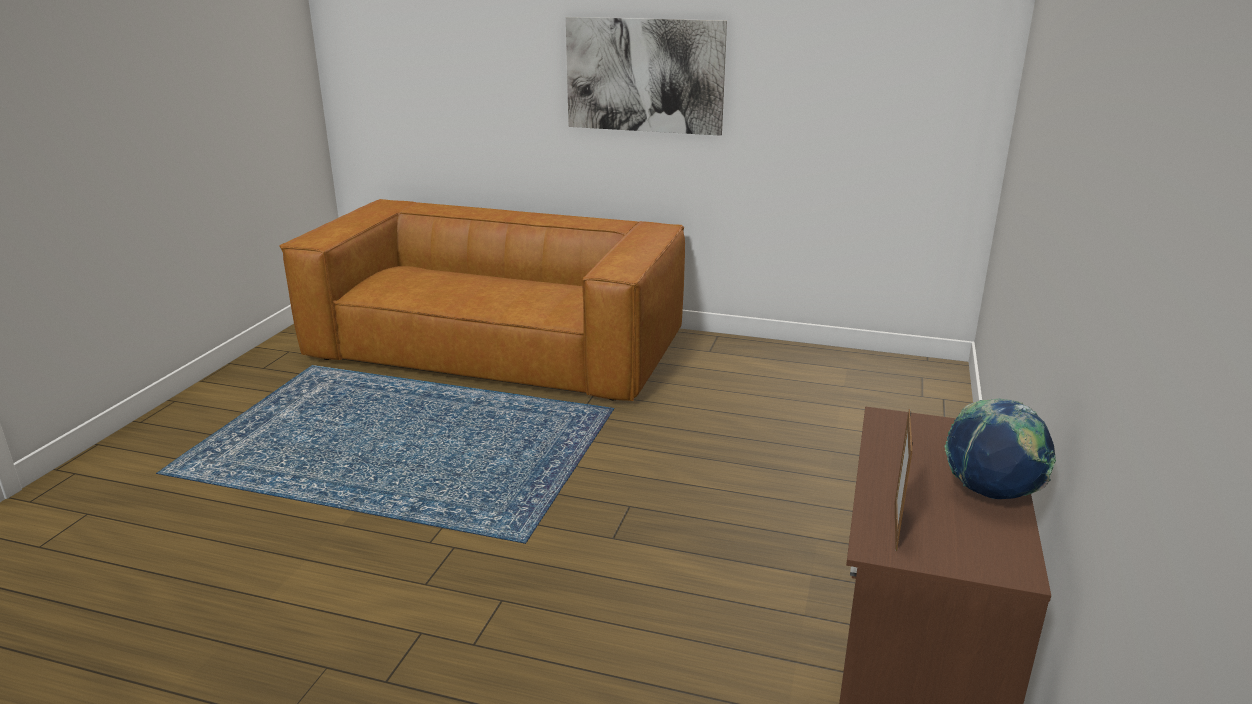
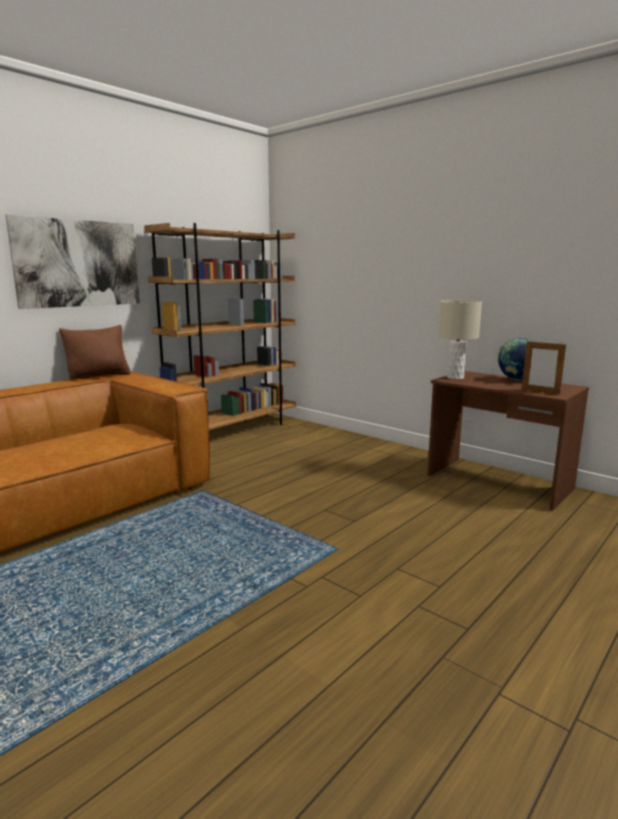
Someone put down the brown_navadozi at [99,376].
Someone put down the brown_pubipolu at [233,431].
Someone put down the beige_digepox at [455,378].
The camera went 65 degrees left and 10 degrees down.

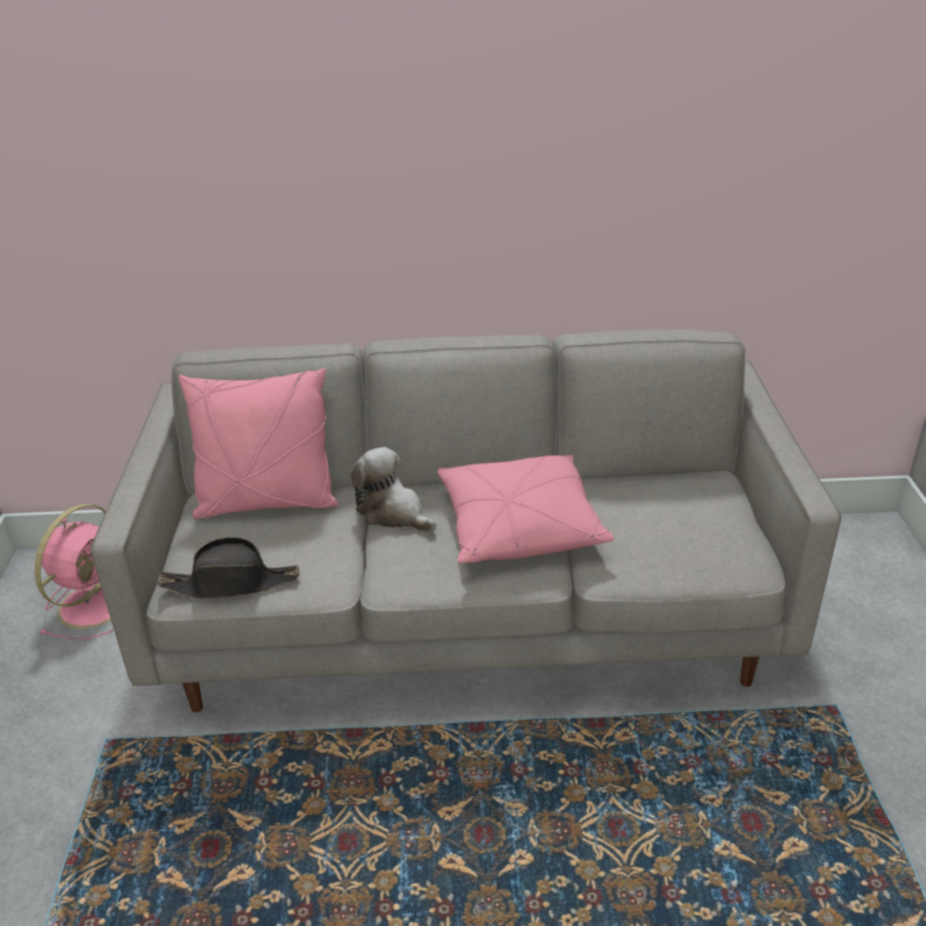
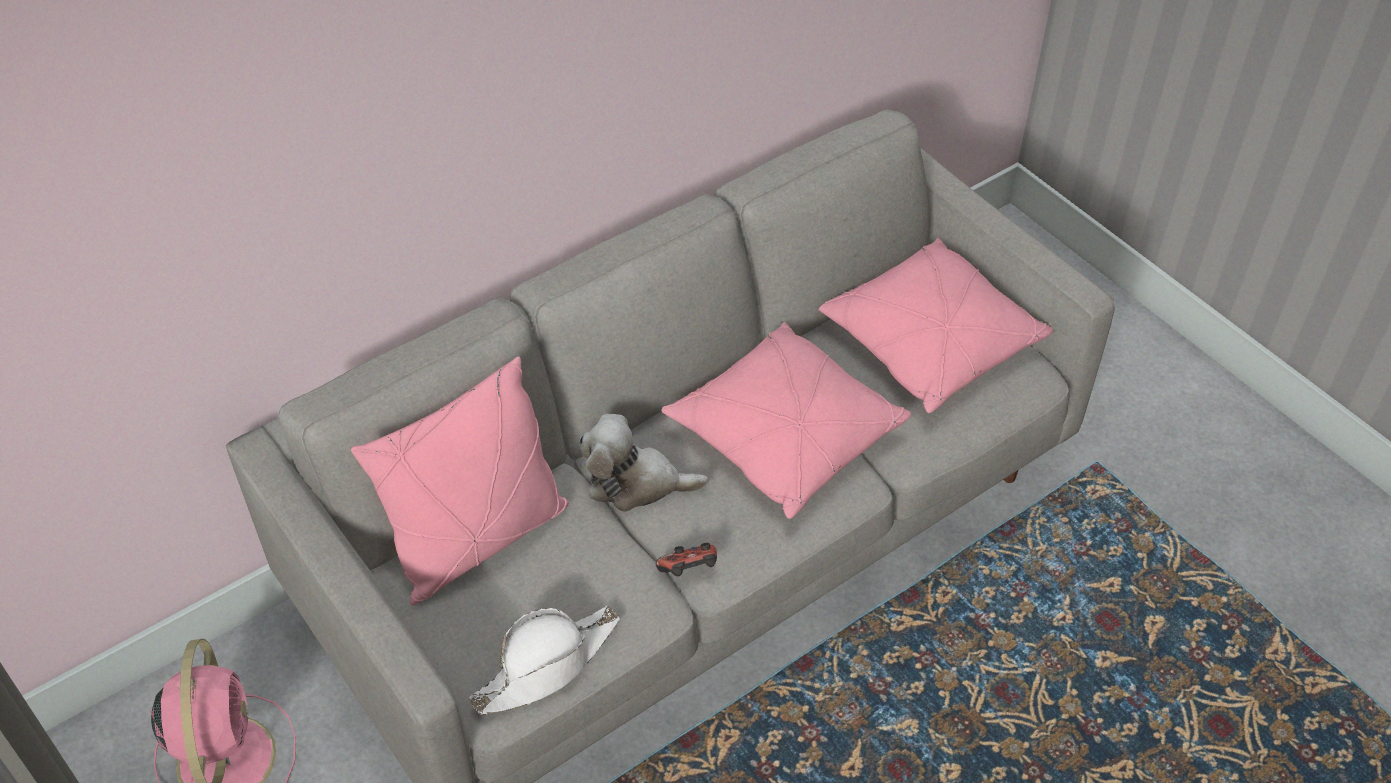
Someone repainted the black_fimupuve at [231,583], which became the white_fimupuve at [547,665].
Someone put down the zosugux at [689,571].
Someone put down the pink_navadozi at [929,343].
The camera went 35 degrees left and 15 degrees up.

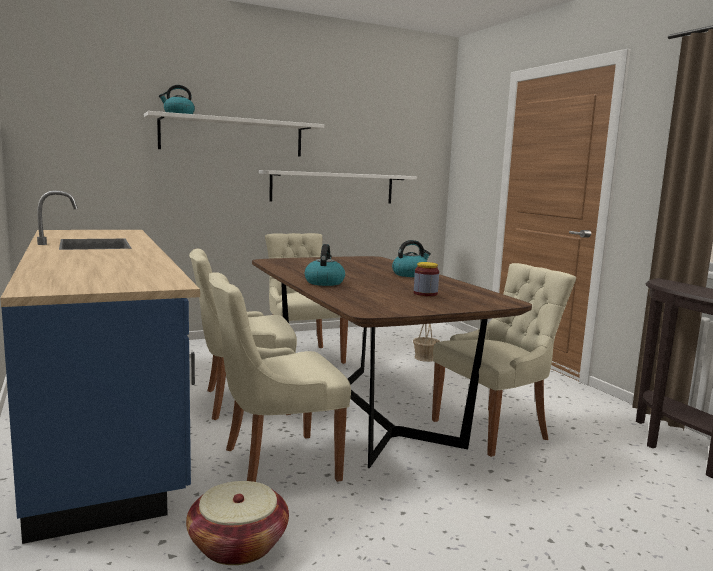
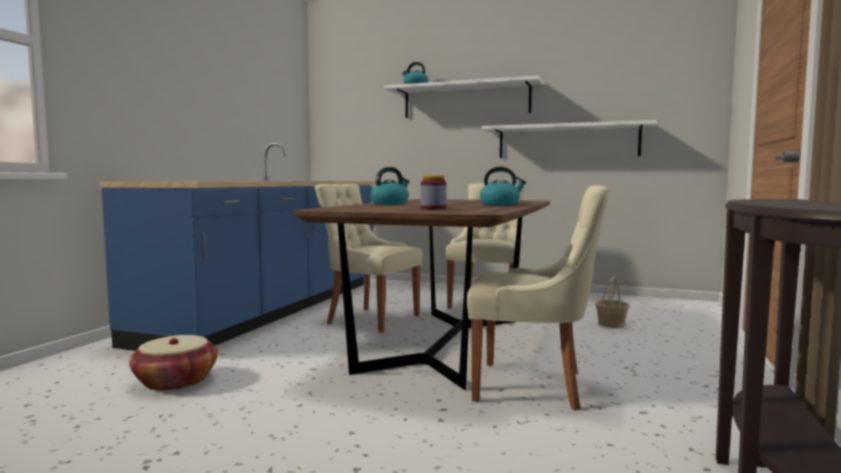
Someone took away the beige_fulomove at [276,464].
The camera went 45 degrees right and 5 degrees down.

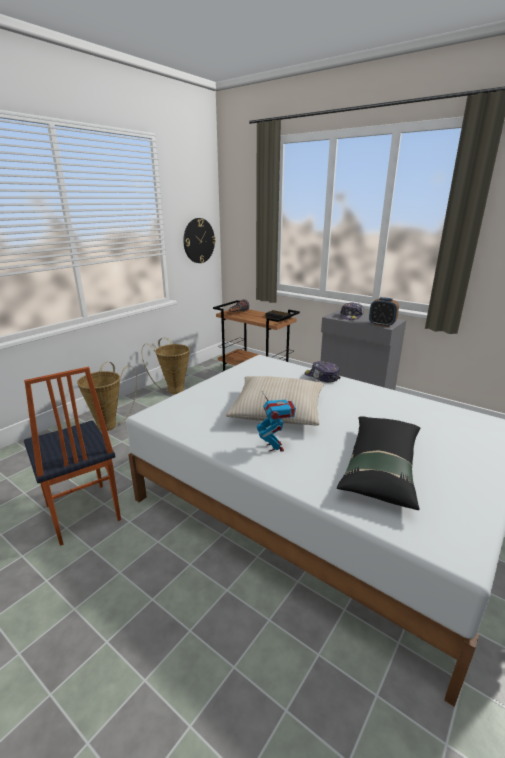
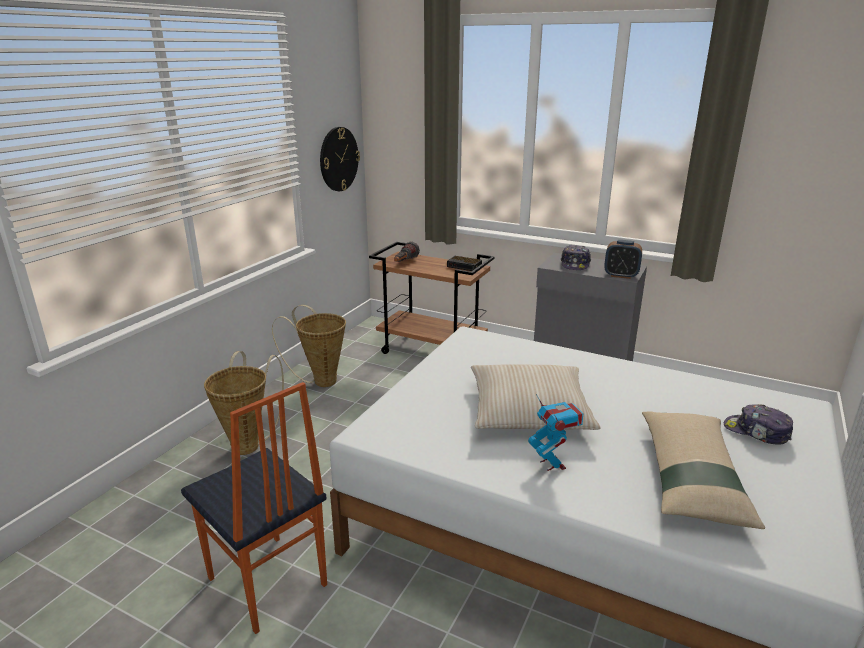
Someone repainted the black_navadozi at [381,467], which became the beige_navadozi at [691,477].
Someone carried the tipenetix from [321,377] to [756,432].
The camera went 10 degrees left and 0 degrees up.

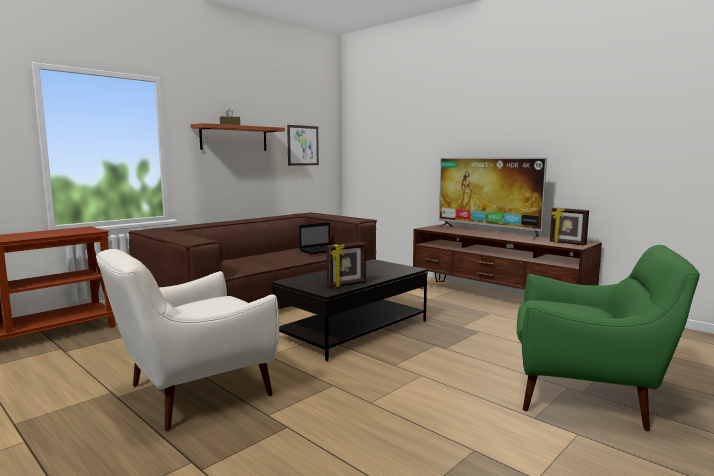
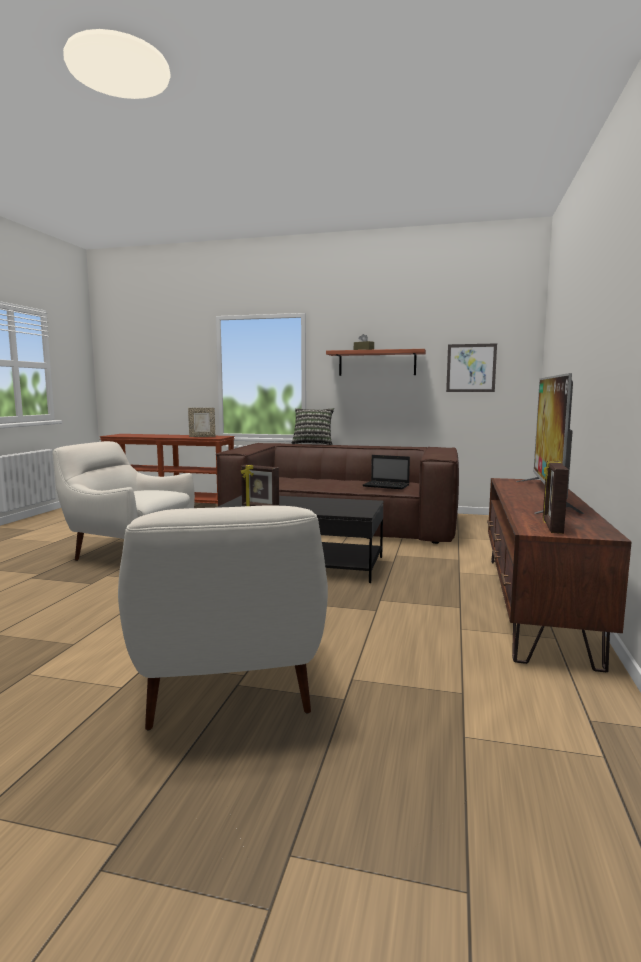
Someone repainted the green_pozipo at [587,395], which became the white_pozipo at [229,687].
Someone put down the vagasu at [202,436].
Someone put down the navadozi at [313,443].
The camera went 60 degrees right and 0 degrees up.

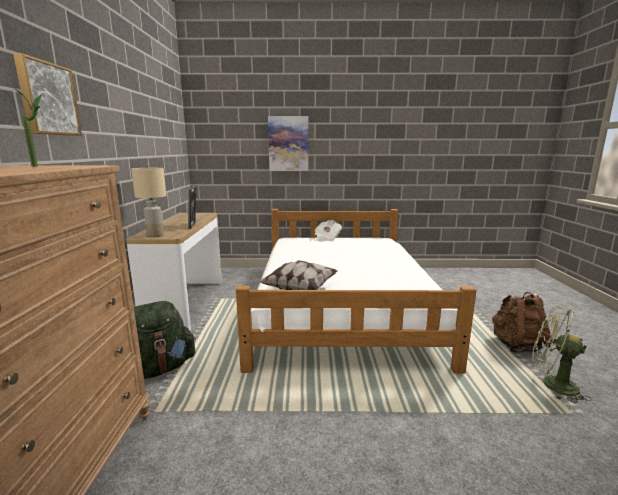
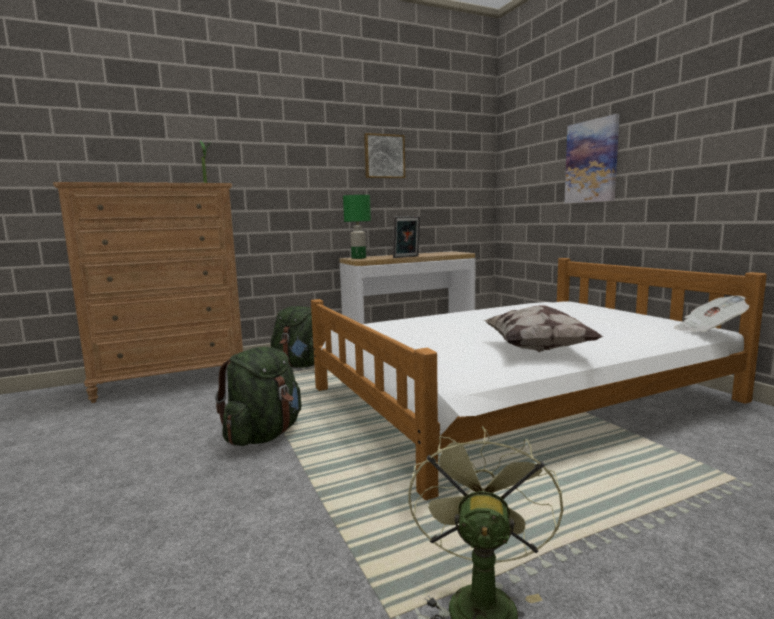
Someone put down the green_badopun at [264,435].
Someone repainted the beige_digepox at [154,235], which became the green_digepox at [358,258].
Someone carried the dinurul from [47,99] to [384,156].
Someone carried the navadozi from [299,289] to [538,349].
Someone carried the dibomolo from [326,238] to [708,330].
Someone took away the brown_badopun at [516,345].
The camera went 65 degrees right and 5 degrees down.

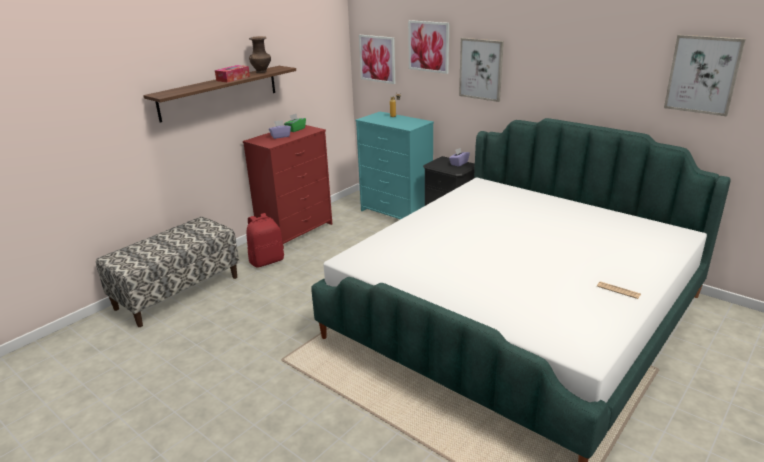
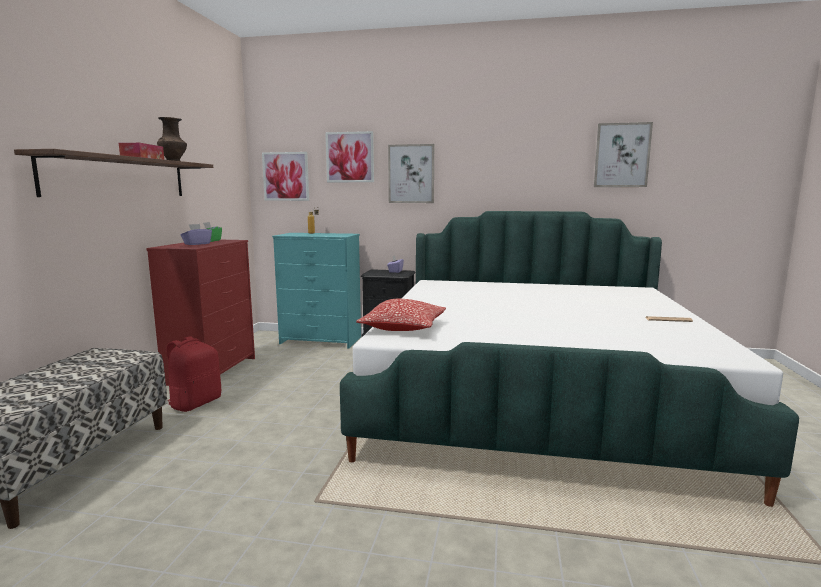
Someone put down the navadozi at [403,328].
The camera went 30 degrees left and 15 degrees down.

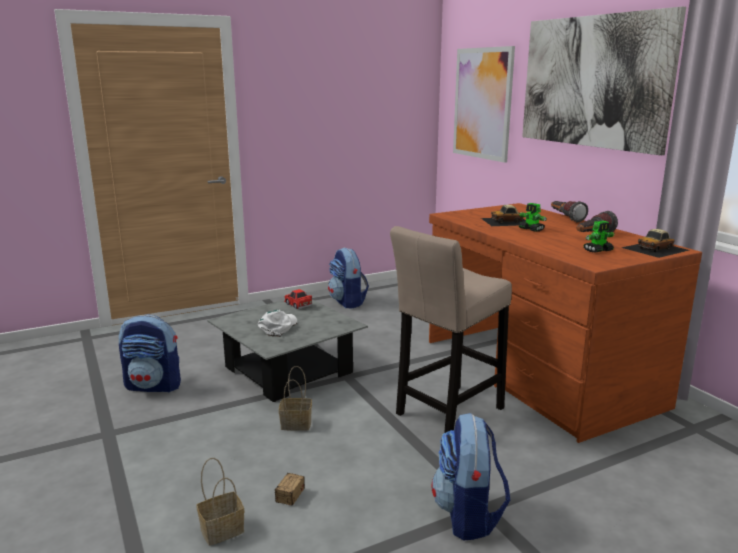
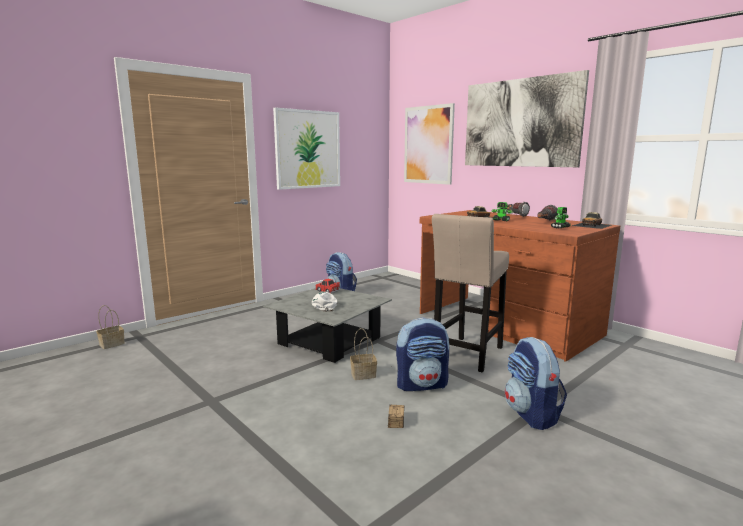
Someone carried the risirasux from [221,531] to [111,344].
Someone put up the dinurul at [308,149].
Someone carried the badopun from [154,386] to [422,384].
The camera went 15 degrees left and 5 degrees down.

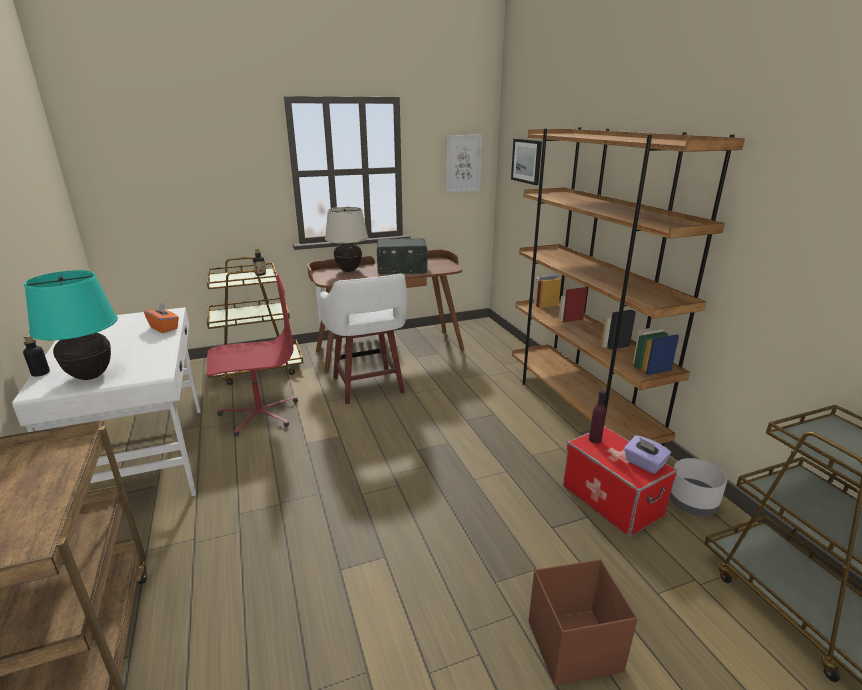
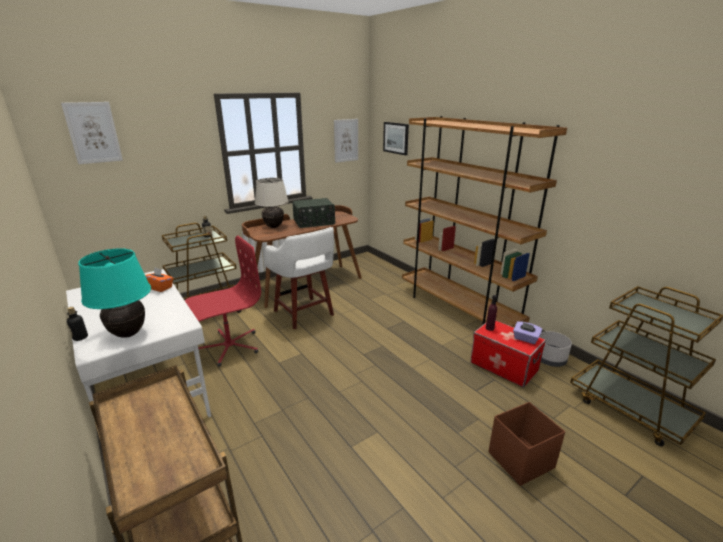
Someone put up the dinurul at [93,133].
The camera went 15 degrees left and 0 degrees up.

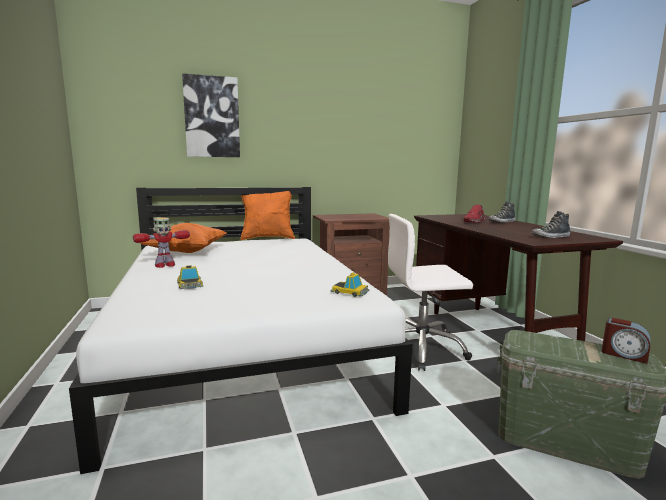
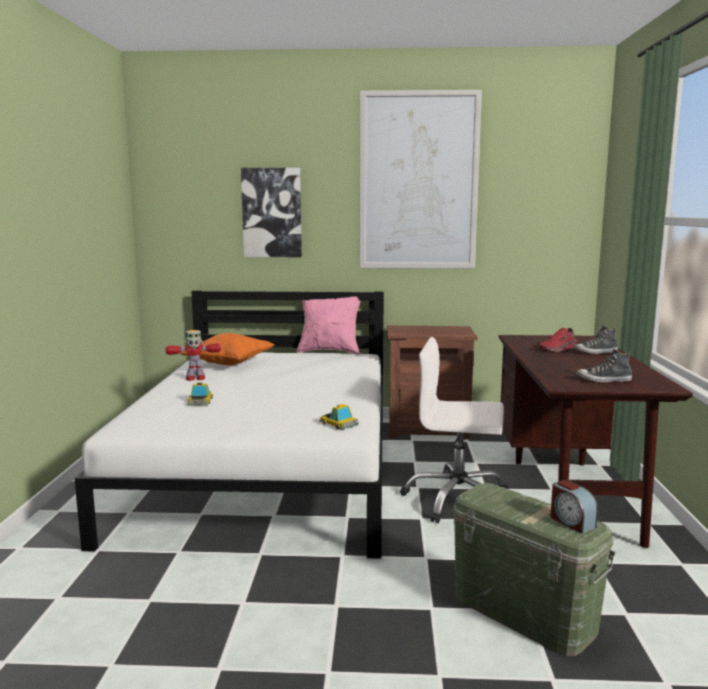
Someone repainted the orange_navadozi at [267,238], which became the pink_navadozi at [329,351].
Someone put up the dinurul at [418,182].
The camera went 20 degrees right and 0 degrees up.

